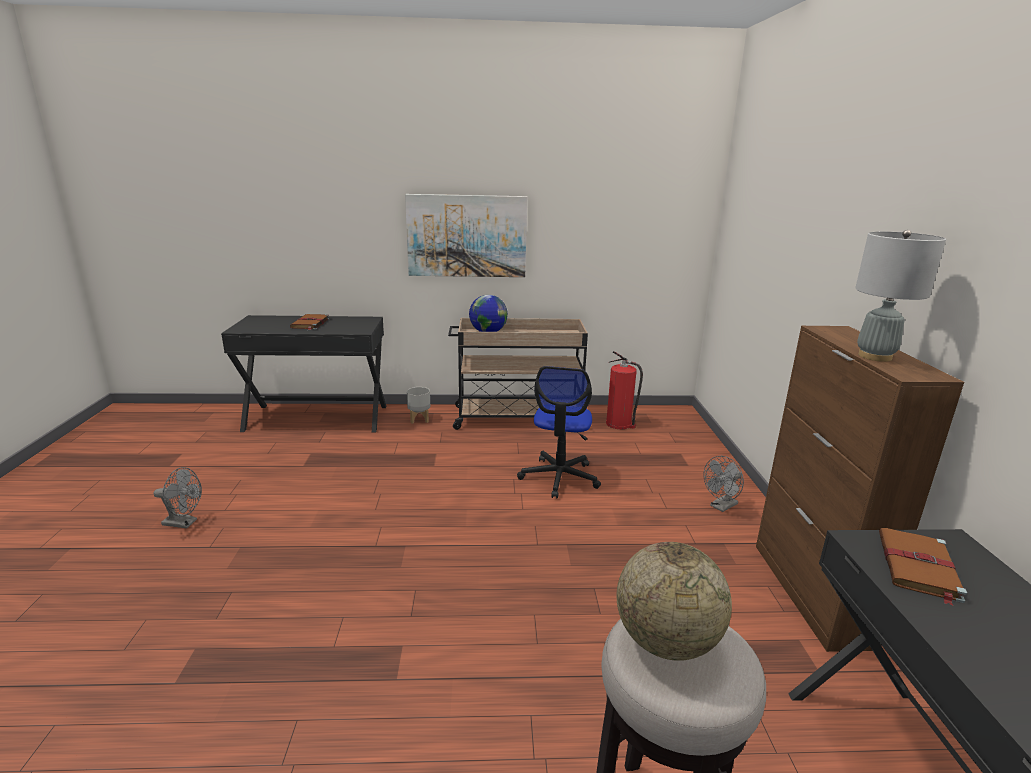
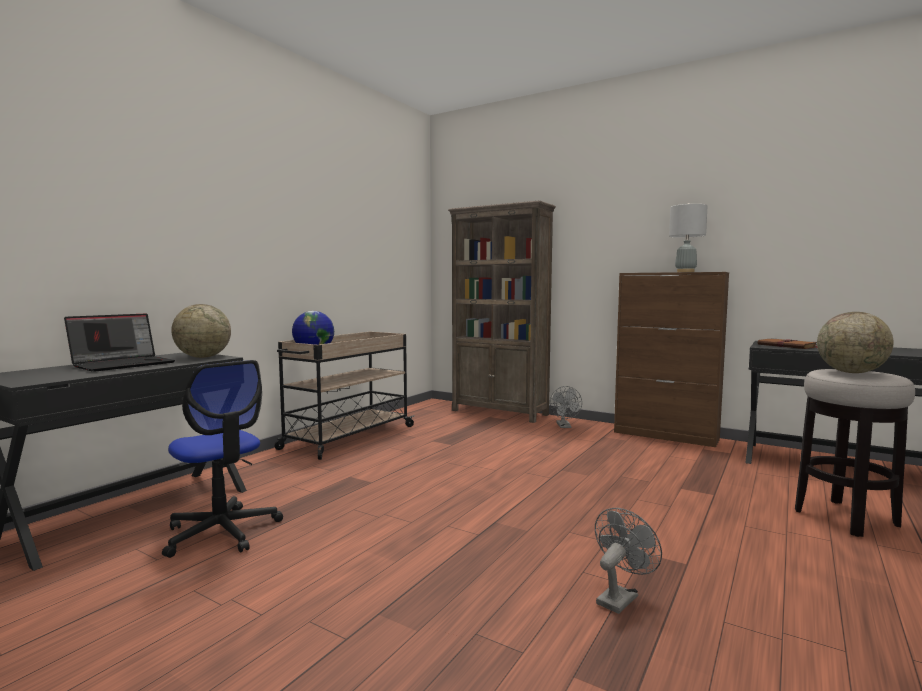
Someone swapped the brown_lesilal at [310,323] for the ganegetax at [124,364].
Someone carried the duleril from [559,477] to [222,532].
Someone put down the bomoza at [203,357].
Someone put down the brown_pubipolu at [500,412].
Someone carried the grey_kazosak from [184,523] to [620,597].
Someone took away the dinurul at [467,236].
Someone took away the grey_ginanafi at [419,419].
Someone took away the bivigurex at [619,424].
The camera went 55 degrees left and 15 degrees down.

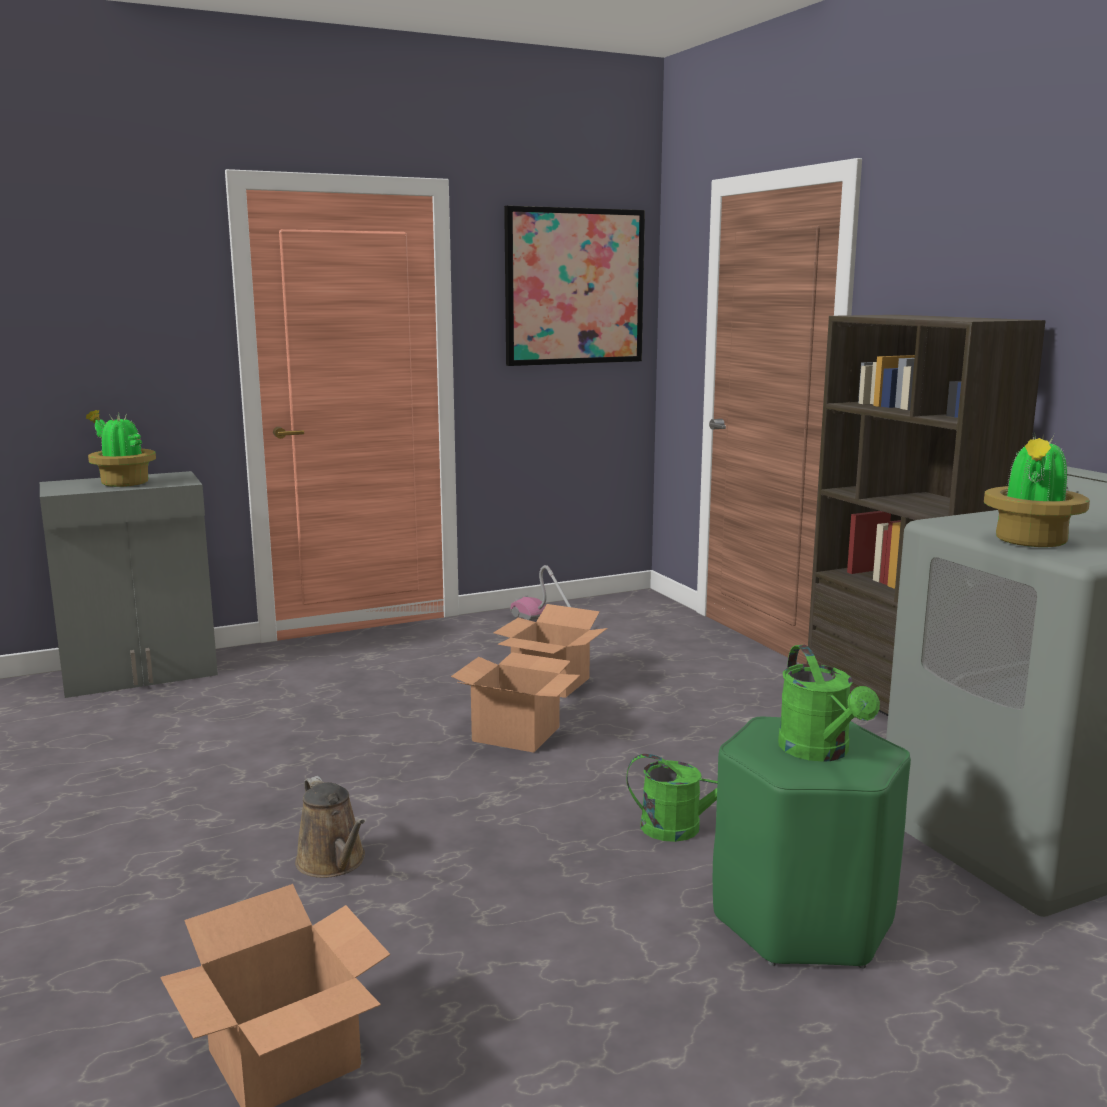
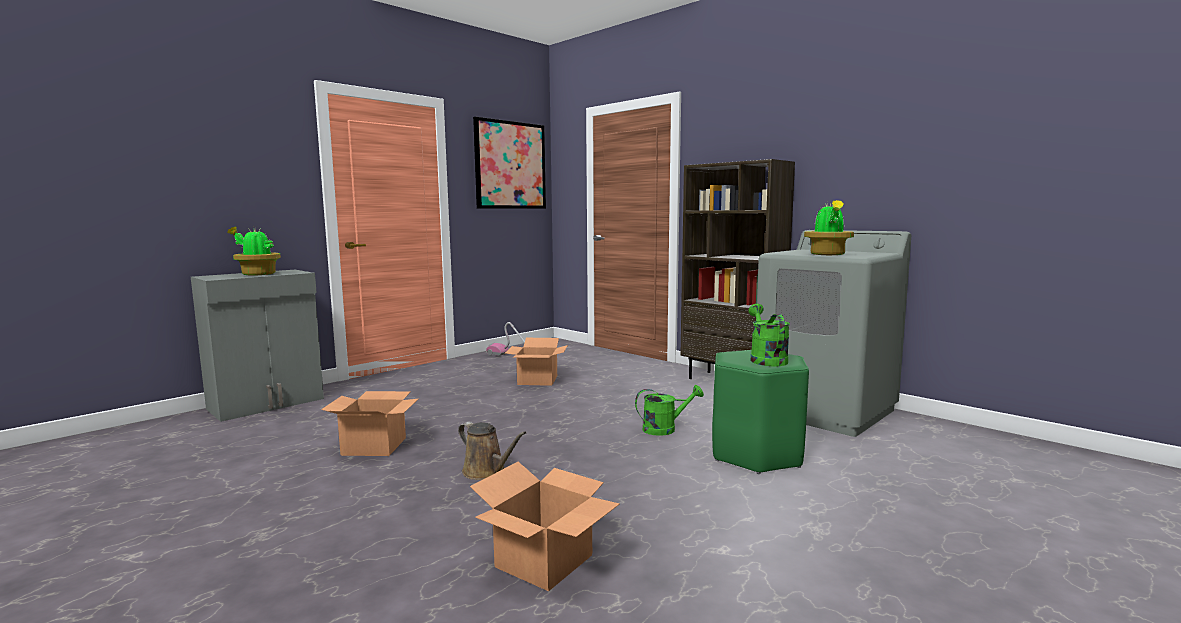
Someone carried the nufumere from [514,734] to [373,446].
Someone rotated the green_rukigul at [820,752] by 150 degrees counterclockwise.
The camera went 20 degrees left and 5 degrees down.

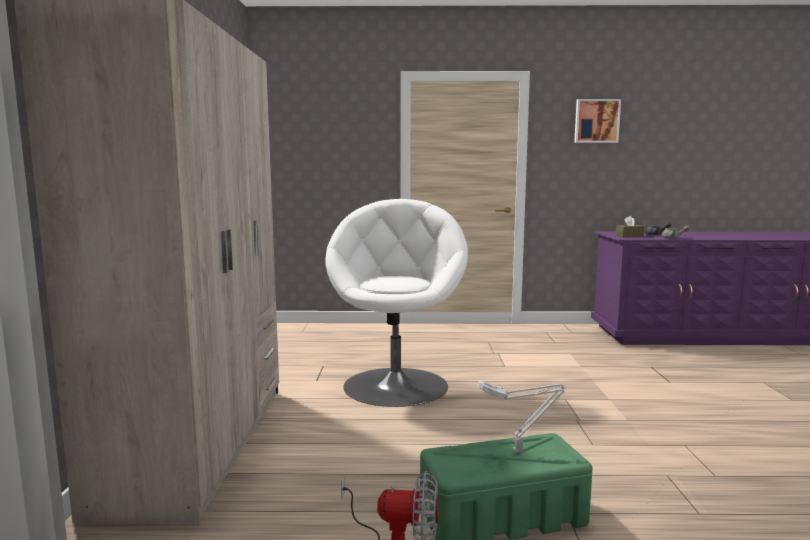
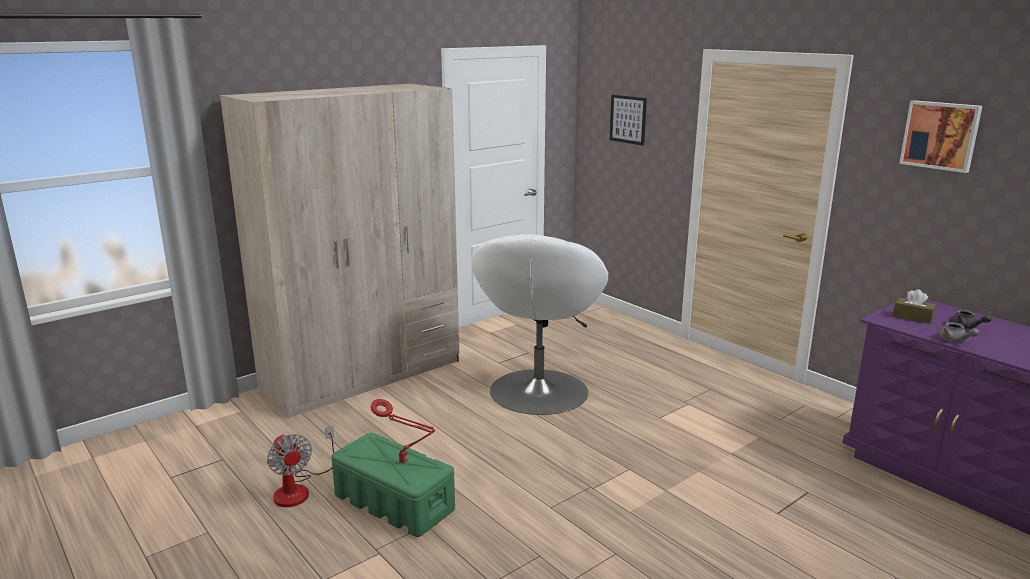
Someone repainted the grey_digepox at [520,450], which became the red_digepox at [405,462].
Someone rotated the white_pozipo at [396,385] by 135 degrees clockwise.
Someone put up the dinurul at [628,119].
The camera went 50 degrees right and 10 degrees up.

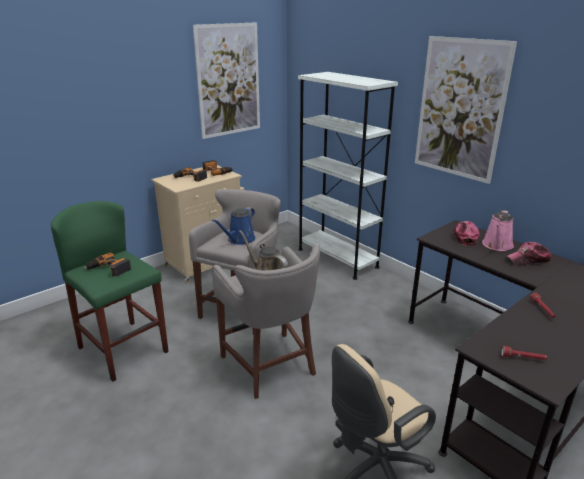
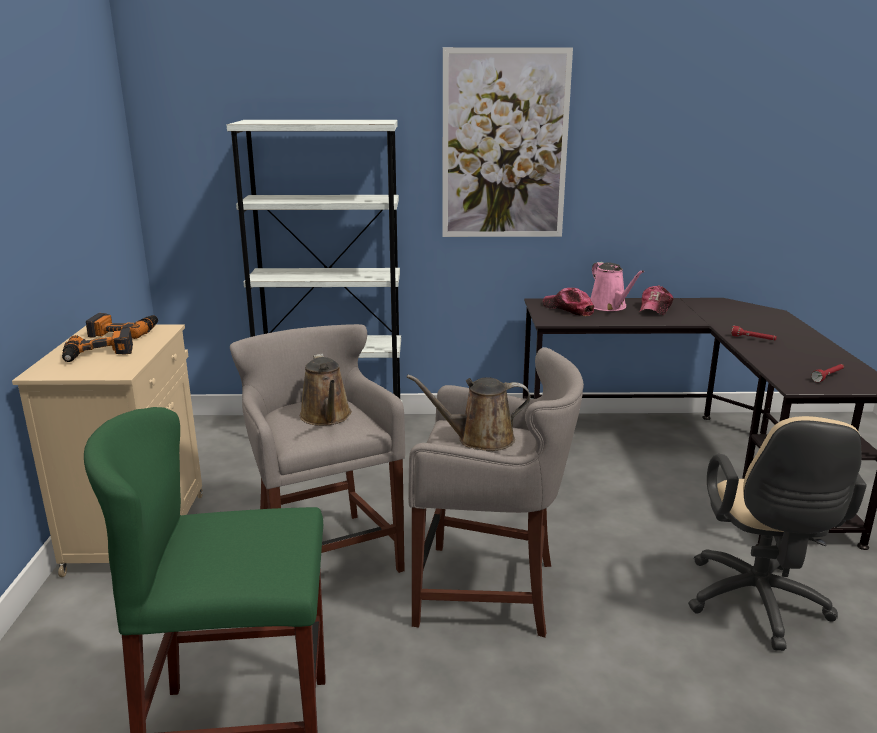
Someone repainted the blue_rukigul at [239,240], which became the brown_rukigul at [326,417].
Someone took away the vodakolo at [108,269].
Someone took away the dinurul at [229,80].
The camera went 50 degrees left and 5 degrees down.

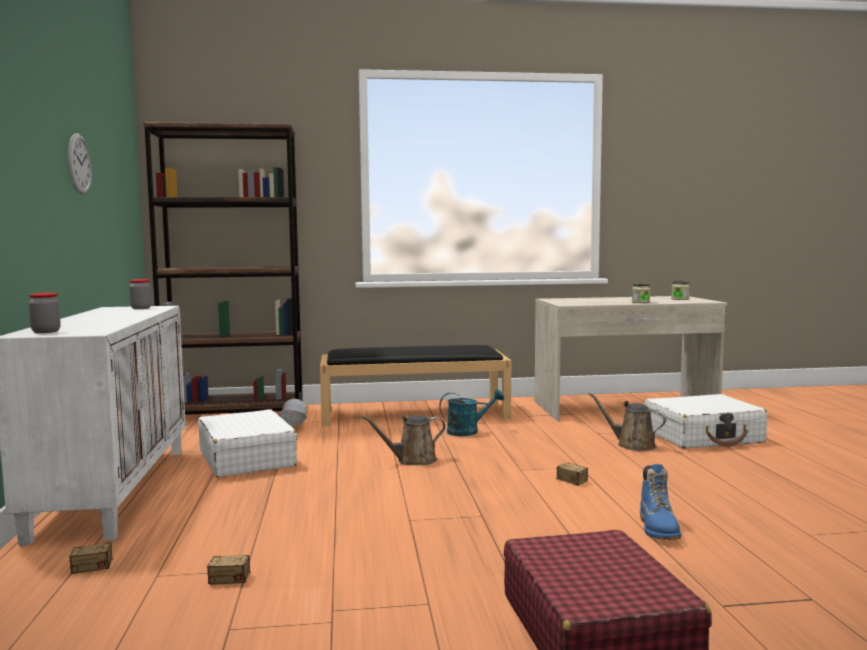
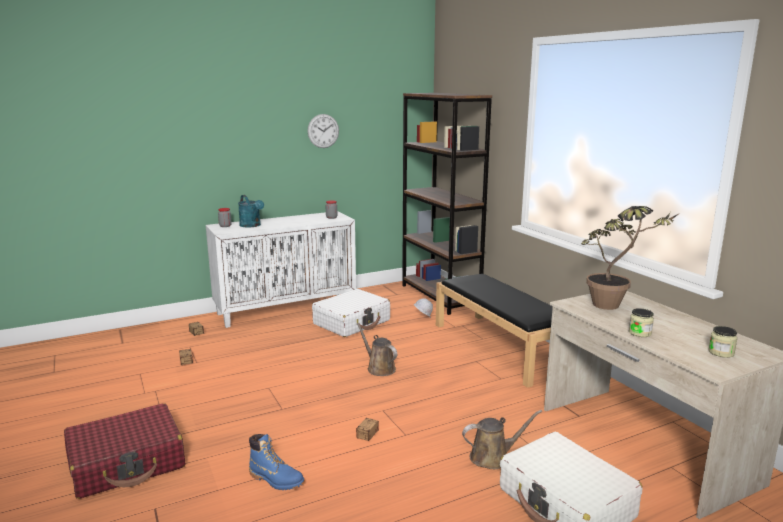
Someone carried the turquoise_rukigul from [468,431] to [252,225].
Someone rotated the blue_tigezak at [658,529] by 135 degrees counterclockwise.
Someone rotated the brown_rukigul at [632,445] by 60 degrees clockwise.
Someone put down the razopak at [615,307].
The camera went 70 degrees right and 10 degrees up.

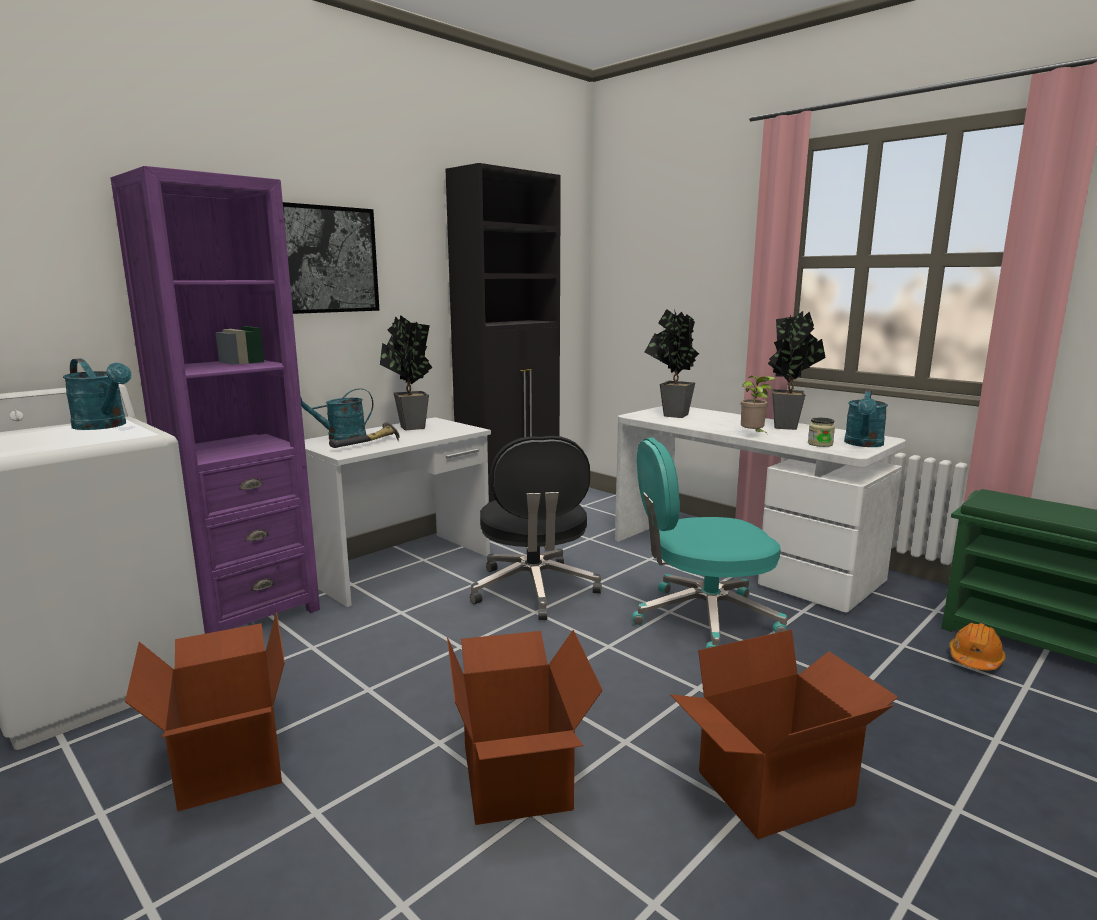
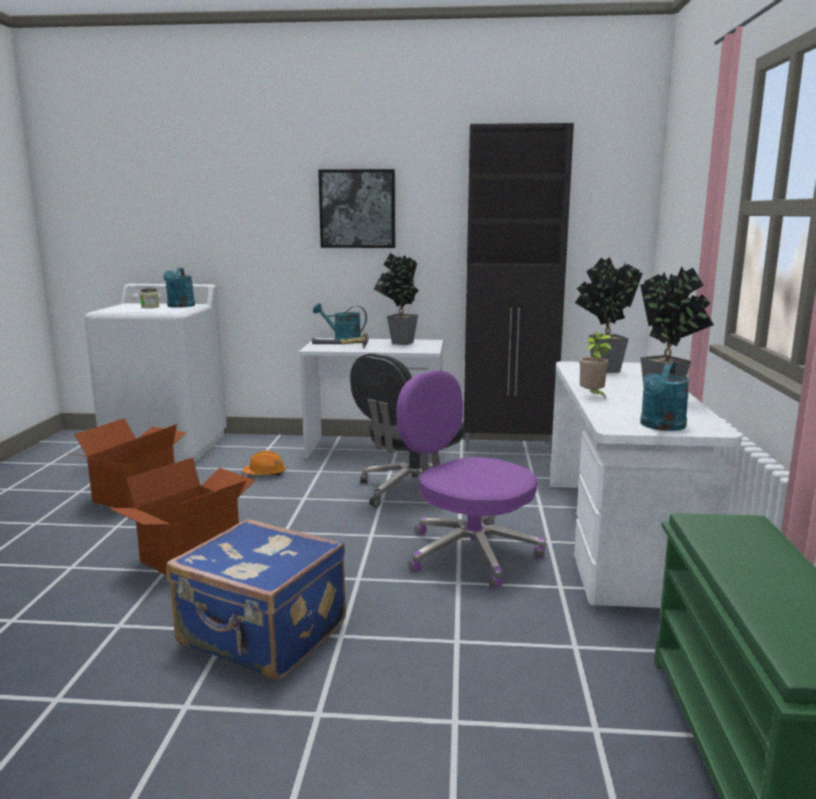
Someone carried the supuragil from [820,444] to [150,307].
Someone swapped the nufumere at [776,790] for the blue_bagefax at [262,636].
Someone carried the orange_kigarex from [975,659] to [265,473].
Someone repainted the turquoise_duleril at [702,619], which became the purple_duleril at [468,552].
Someone rotated the turquoise_rukigul at [863,444] by 45 degrees counterclockwise.
Someone took away the purple_pubipolu at [248,612].
The camera went 50 degrees right and 0 degrees up.

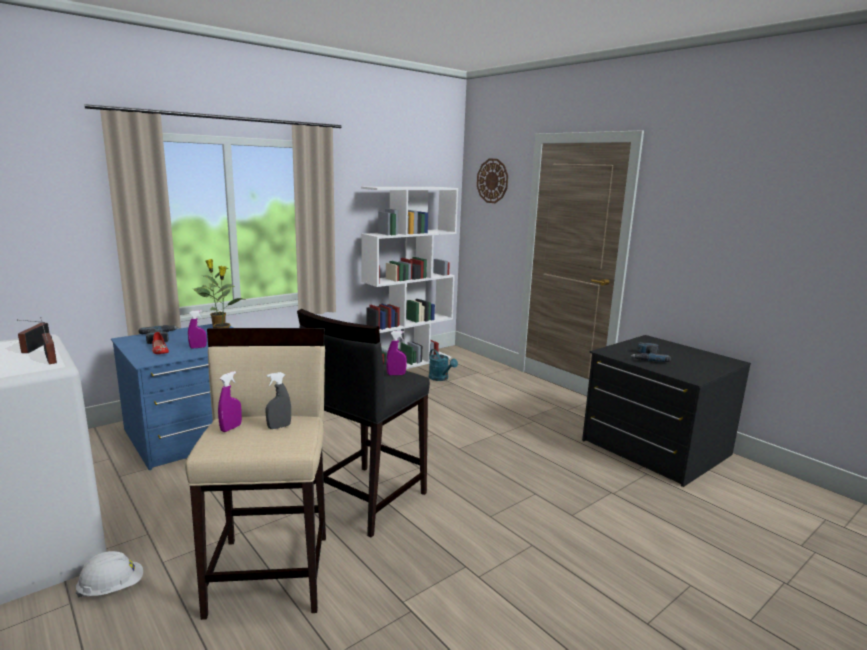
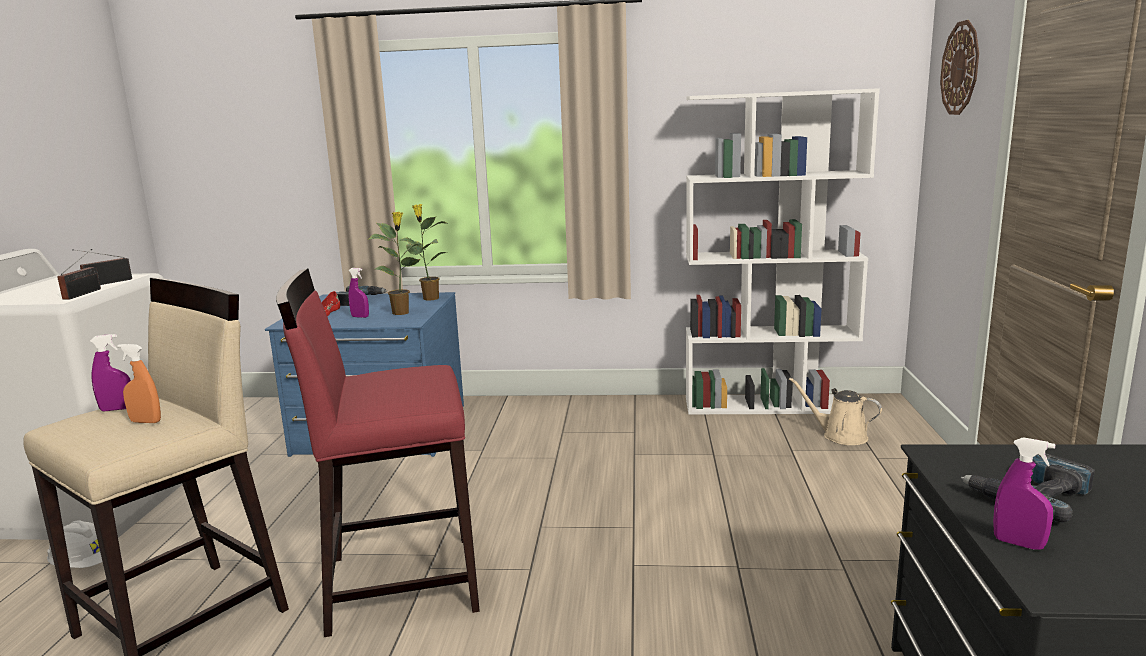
Someone repainted the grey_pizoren at [279,427], which became the orange_pizoren at [145,421].
Someone repainted the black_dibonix at [365,499], which became the red_dibonix at [400,582].
Someone put down the beige_rukigul at [840,436].
Someone carried the purple_pizoren from [396,374] to [1018,544].
Someone took away the turquoise_rukigul at [440,378].
The camera went 45 degrees right and 0 degrees up.

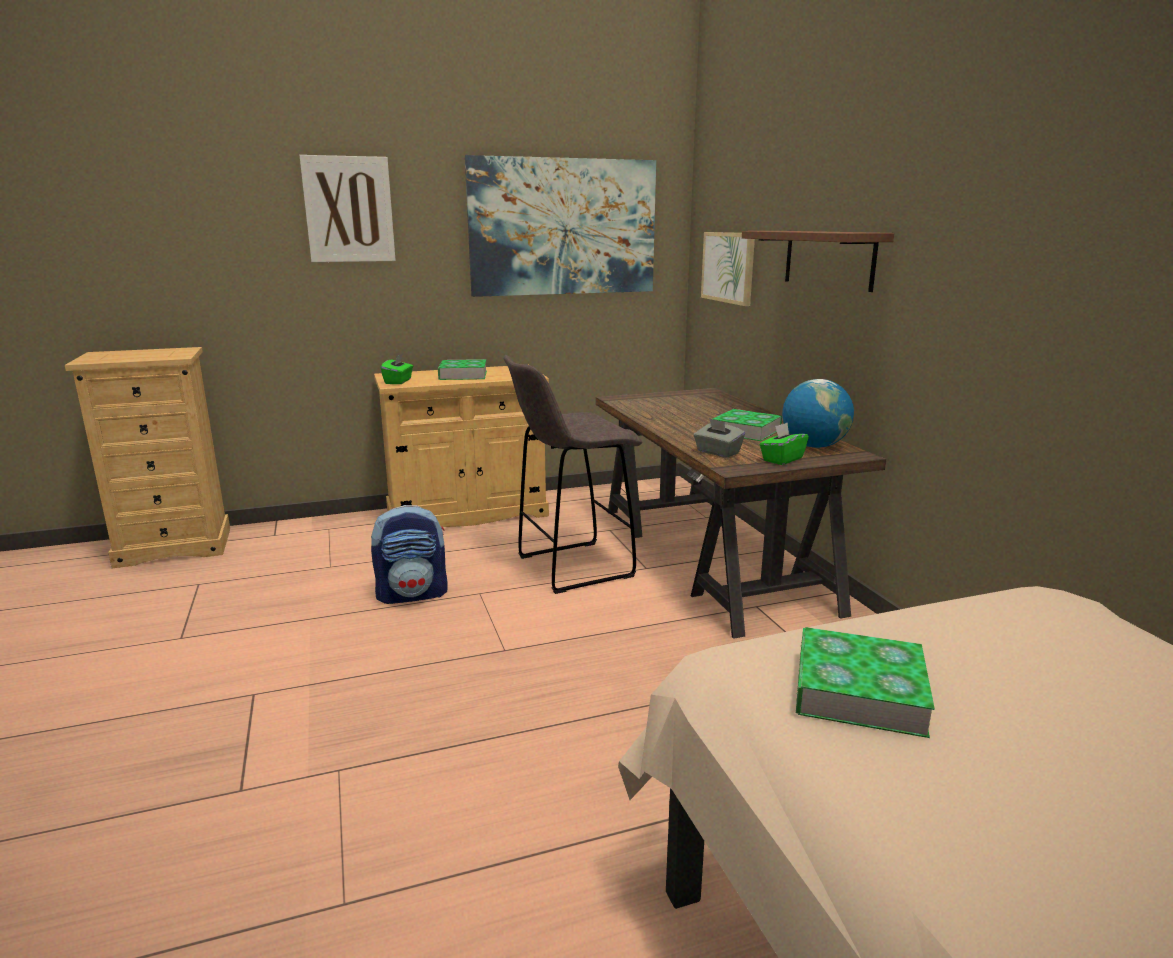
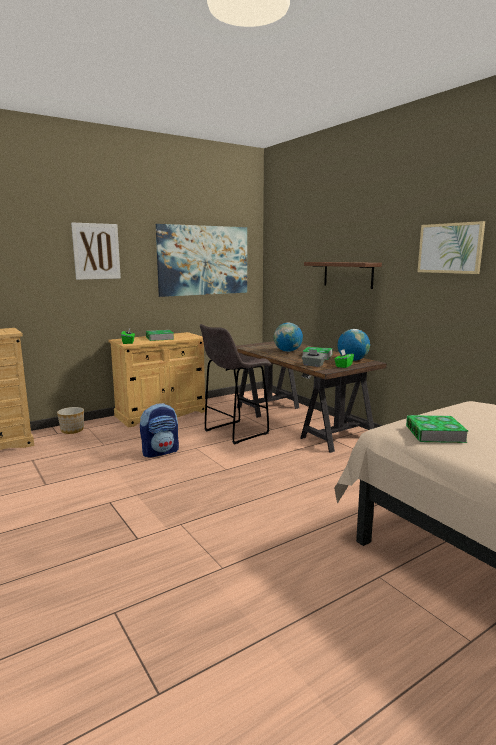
Someone put down the ginanafi at [72,430].
Someone put down the bomoza at [287,351].
Someone carried the dinurul from [728,267] to [450,248].
The camera went 15 degrees left and 5 degrees down.

